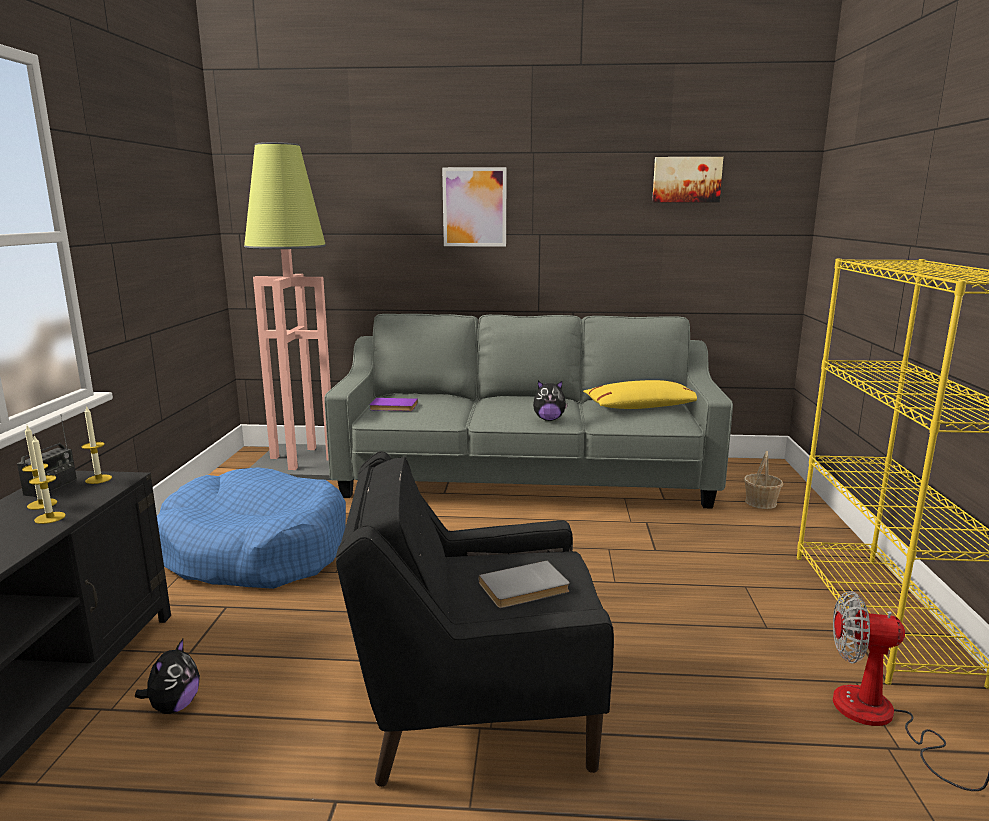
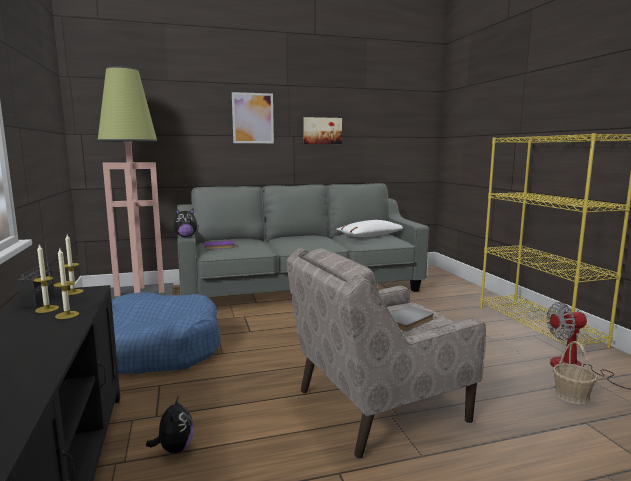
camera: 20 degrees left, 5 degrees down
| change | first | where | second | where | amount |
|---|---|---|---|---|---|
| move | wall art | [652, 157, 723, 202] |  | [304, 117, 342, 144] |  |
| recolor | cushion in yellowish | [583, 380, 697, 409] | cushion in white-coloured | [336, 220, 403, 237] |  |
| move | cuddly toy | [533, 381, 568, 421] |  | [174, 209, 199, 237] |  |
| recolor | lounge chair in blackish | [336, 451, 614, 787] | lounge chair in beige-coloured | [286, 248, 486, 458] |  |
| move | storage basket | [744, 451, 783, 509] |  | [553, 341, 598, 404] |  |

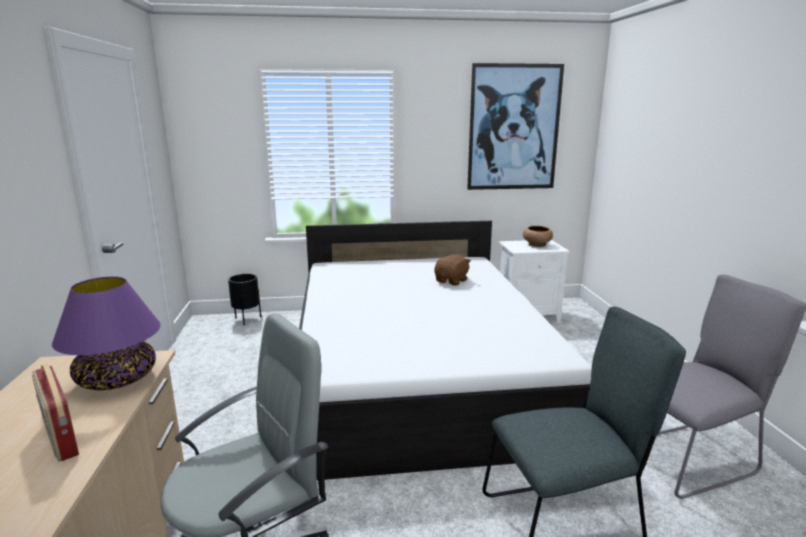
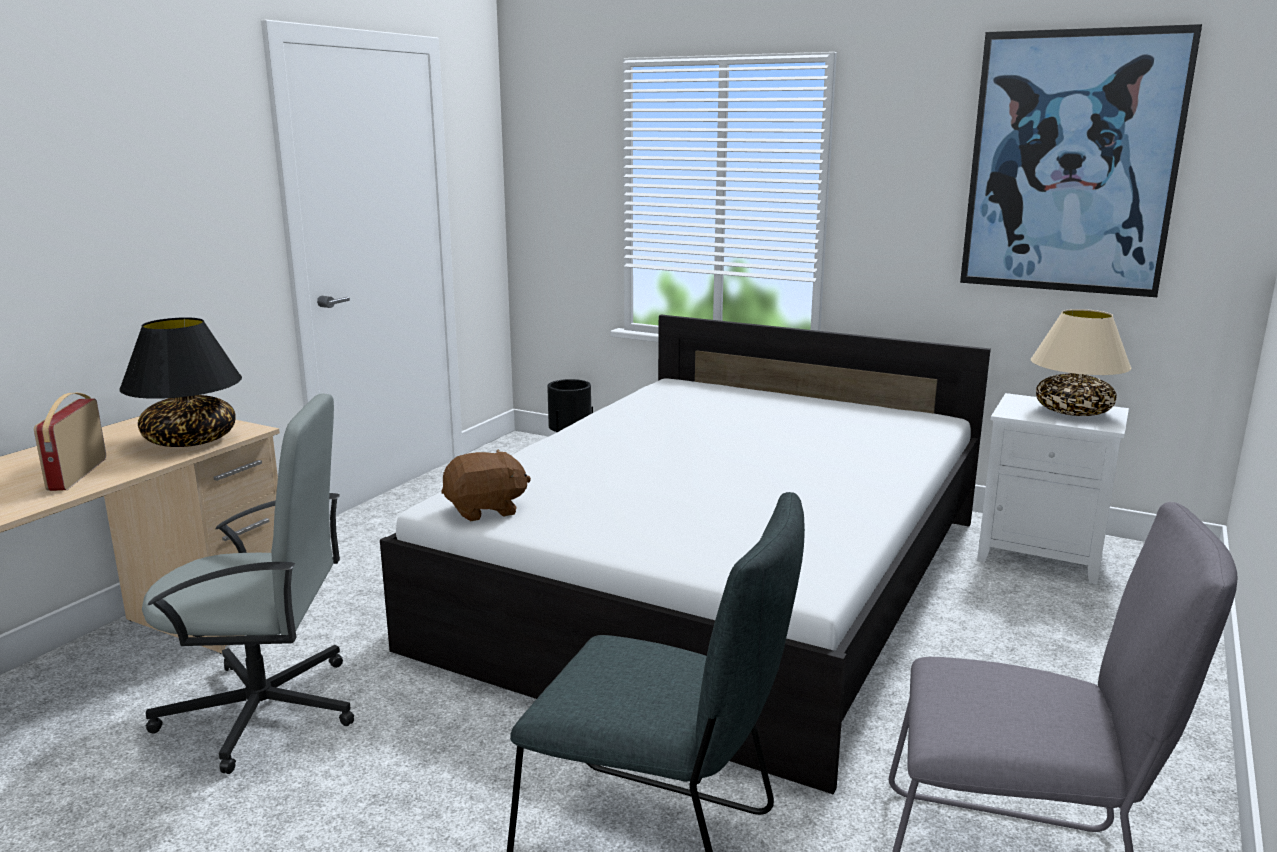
camera: 35 degrees right, 0 degrees up
| change | first | where | second | where | amount |
|---|---|---|---|---|---|
| replace | serving bowl in brown-coloured | [523, 226, 553, 247] | lamp for a table in beige-coloured | [1031, 309, 1132, 416] |  |
| move | cuddly toy in brown-coloured | [435, 254, 471, 286] |  | [441, 449, 531, 521] |  |
| recolor | lamp for a table in purple | [52, 276, 161, 390] | lamp for a table in blackish | [119, 317, 242, 447] |  |

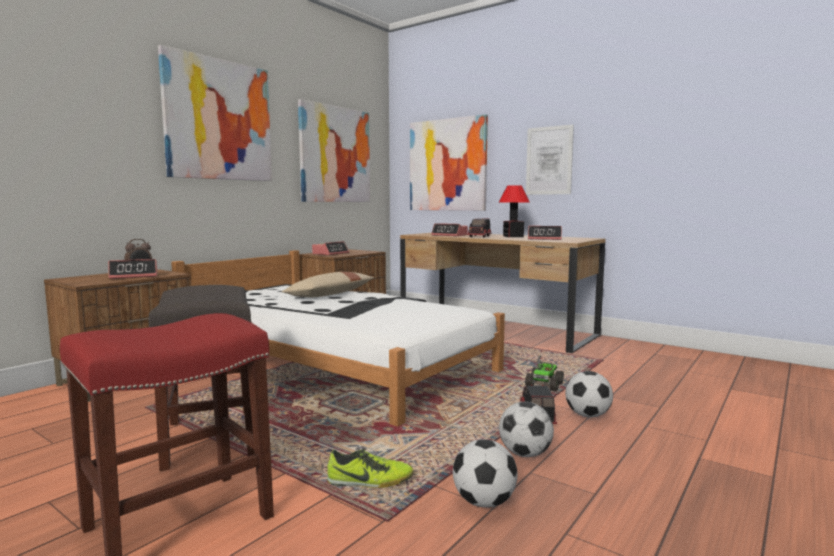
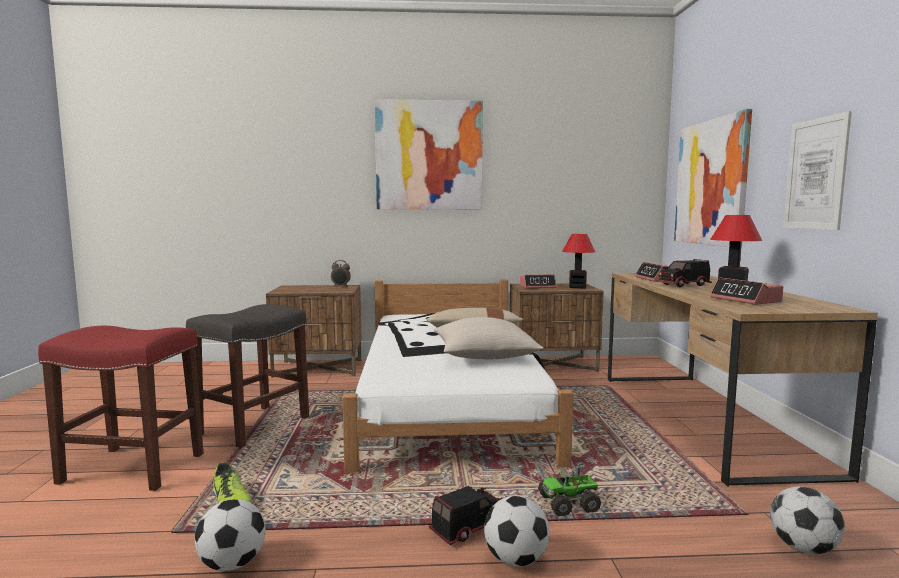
camera: 50 degrees right, 0 degrees up
| change | first | where | second | where | amount |
|---|---|---|---|---|---|
| delete | wall art | [298, 99, 370, 202] |  |  |  |
| delete | table clock | [108, 259, 157, 279] |  |  |  |
| move | football | [499, 402, 554, 457] |  | [770, 486, 845, 554] |  |
| insert |  |  | lamp for a table | [562, 234, 595, 289] |  |
| insert |  |  | cushion in beige-coloured | [434, 317, 544, 359] |  |

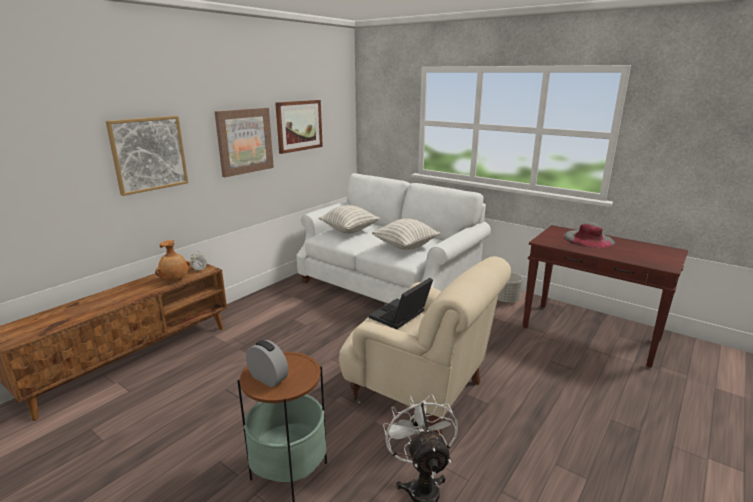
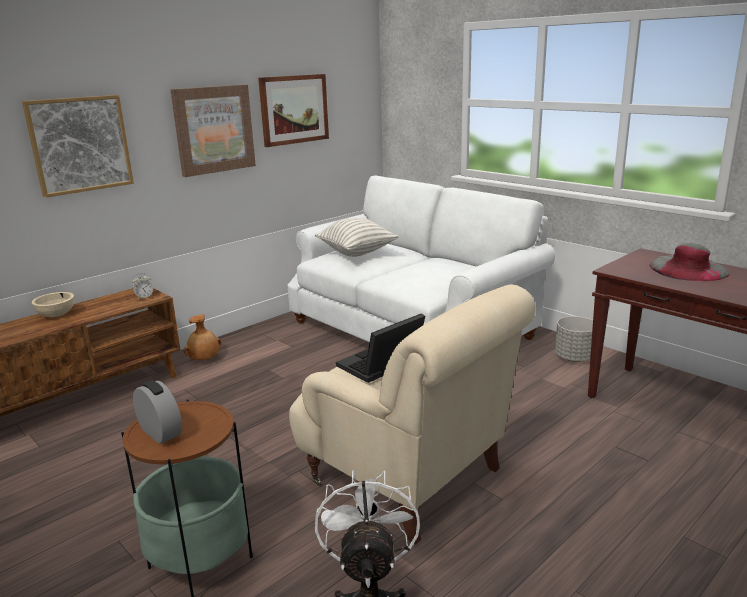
camera: 10 degrees right, 0 degrees up
| change | first | where | second | where | amount |
|---|---|---|---|---|---|
| delete | cushion | [372, 219, 440, 250] |  |  |  |
| move | decorative vase in brown-coloured | [155, 240, 190, 280] |  | [184, 315, 221, 360] |  |
| insert |  |  | serving bowl in beige-coloured | [32, 292, 74, 317] |  |

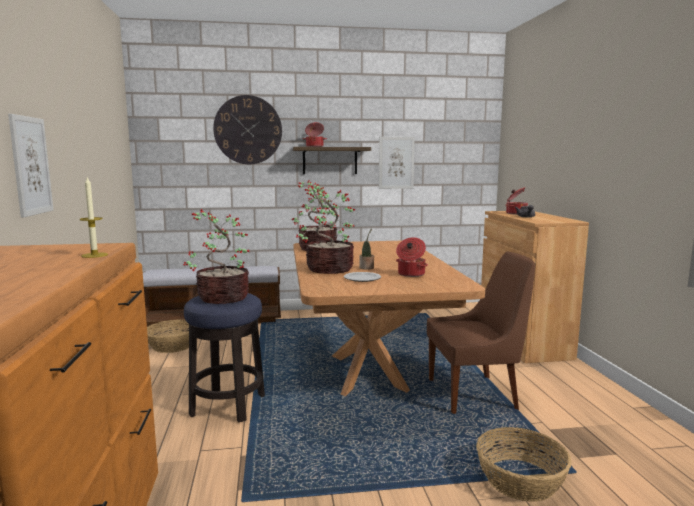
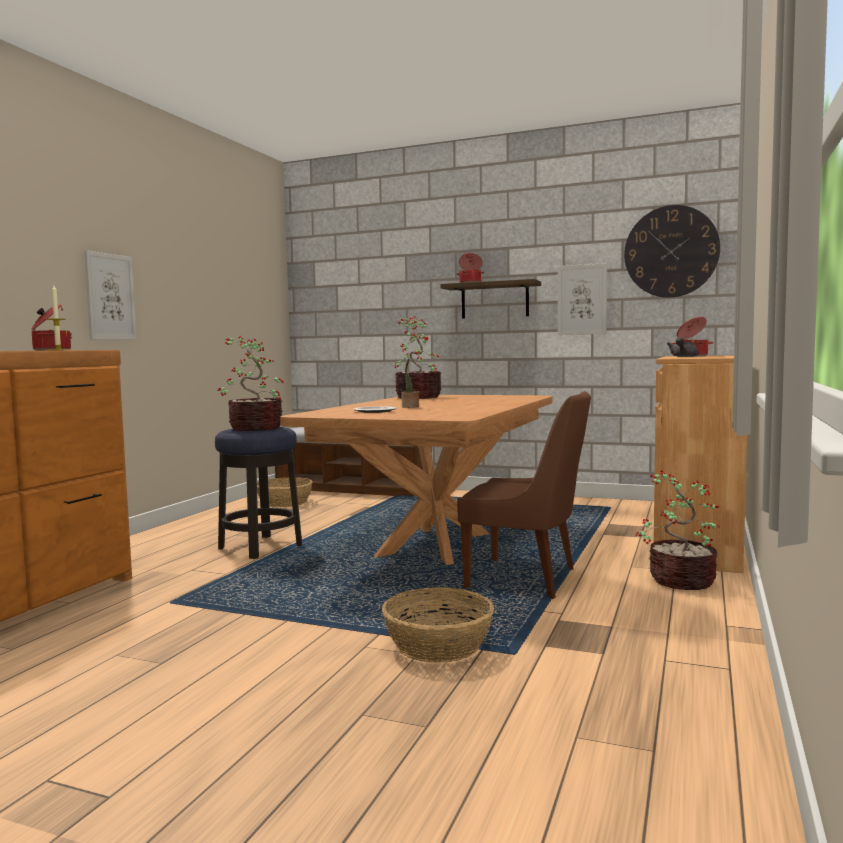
camera: 30 degrees right, 5 degrees down
| change | first | where | second | where | amount |
|---|---|---|---|---|---|
| move | hanging clock | [213, 95, 282, 164] |  | [624, 205, 720, 298] |  |
| move | houseplant | [296, 186, 355, 274] |  | [636, 470, 720, 590] |  |
| move | saucepot | [396, 237, 428, 277] |  | [31, 304, 72, 351] |  |

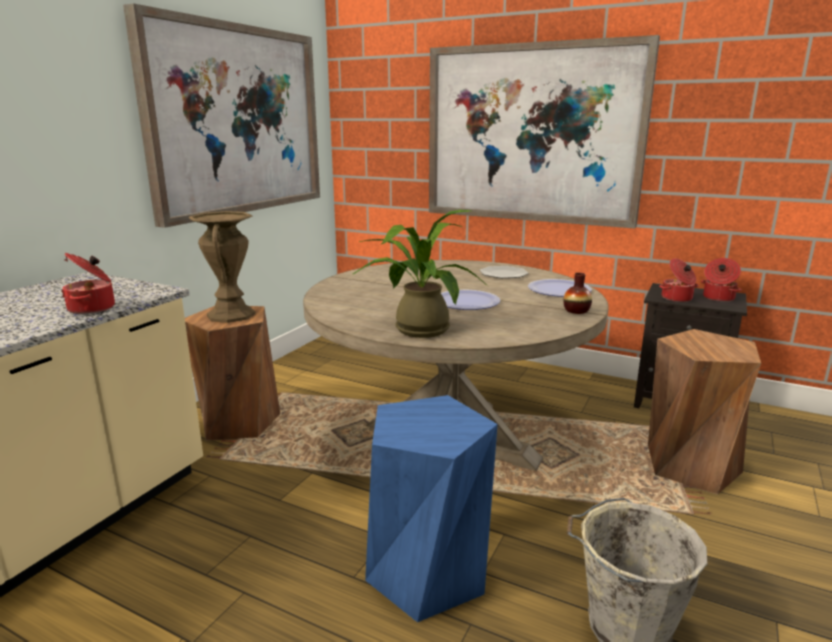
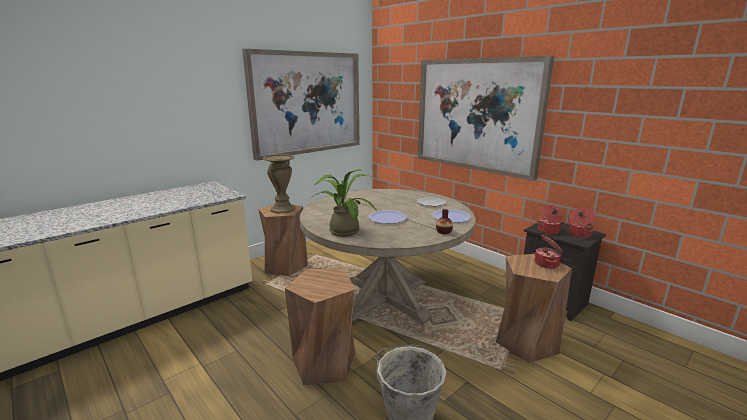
camera: 20 degrees right, 0 degrees up
| change | first | where | second | where | amount |
|---|---|---|---|---|---|
| move | saucepot | [61, 253, 115, 314] |  | [534, 235, 563, 269] |  |
| recolor | stool seat in blue-coloured | [365, 395, 498, 622] | stool seat in brown-coloured | [285, 269, 355, 386] |  |

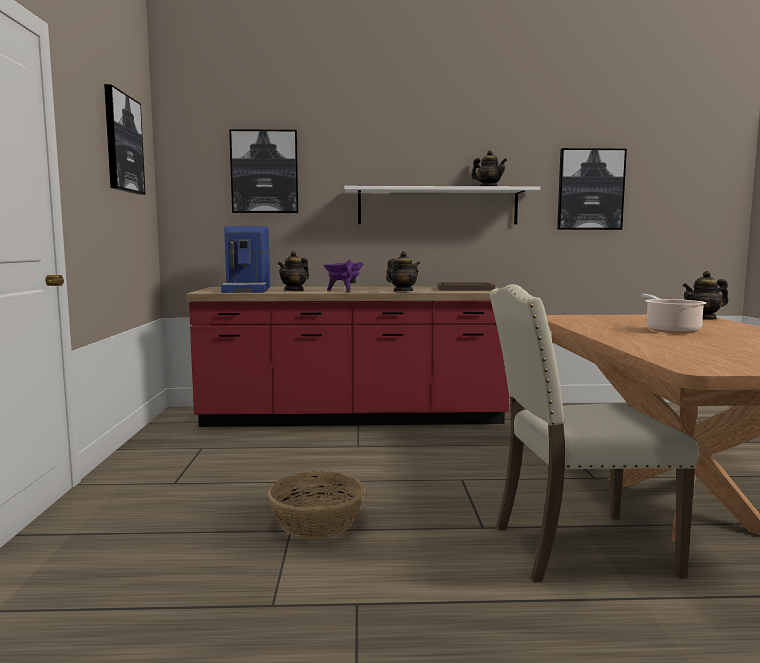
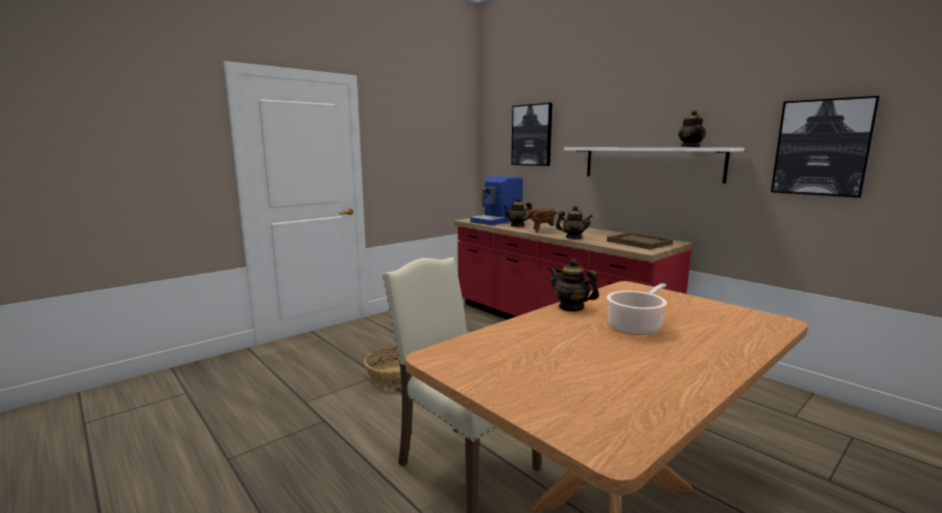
camera: 50 degrees right, 5 degrees up
| change | first | where | second | where | amount |
|---|---|---|---|---|---|
| delete | wall art | [104, 84, 146, 195] |  |  |  |
| recolor | saucepot in purple | [323, 260, 363, 292] | saucepot in brown-coloured | [527, 208, 558, 233] |  |
| move | pot for tea | [683, 271, 728, 320] |  | [549, 258, 599, 312] |  |

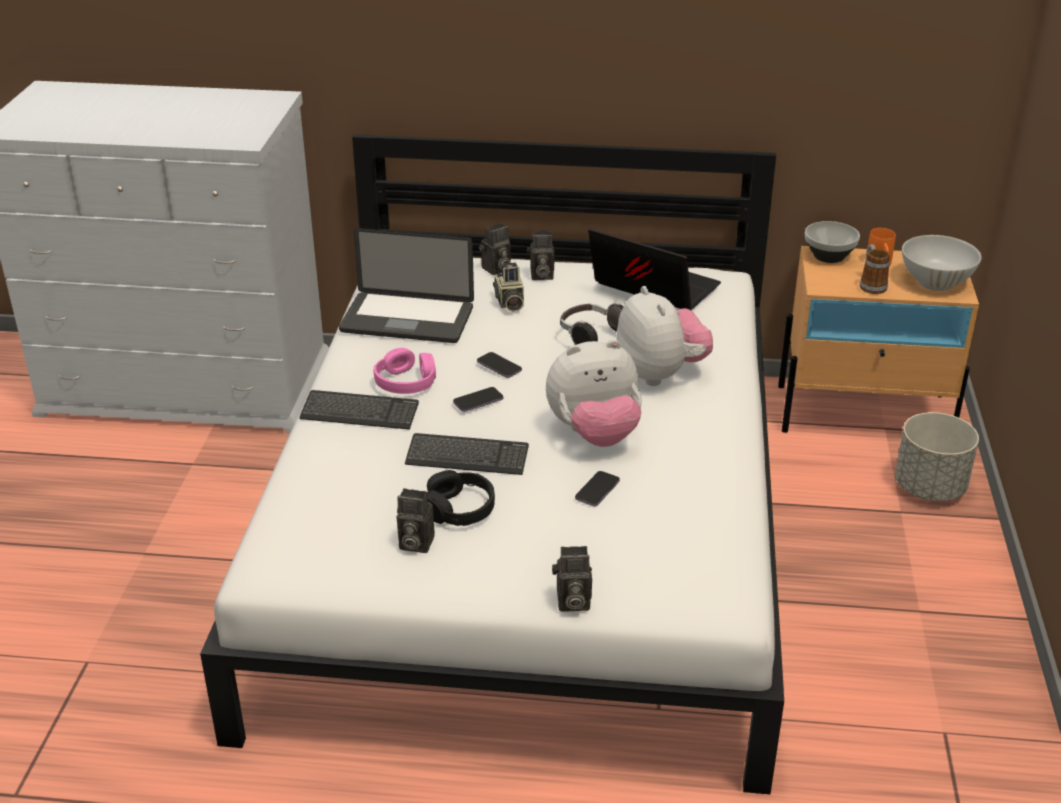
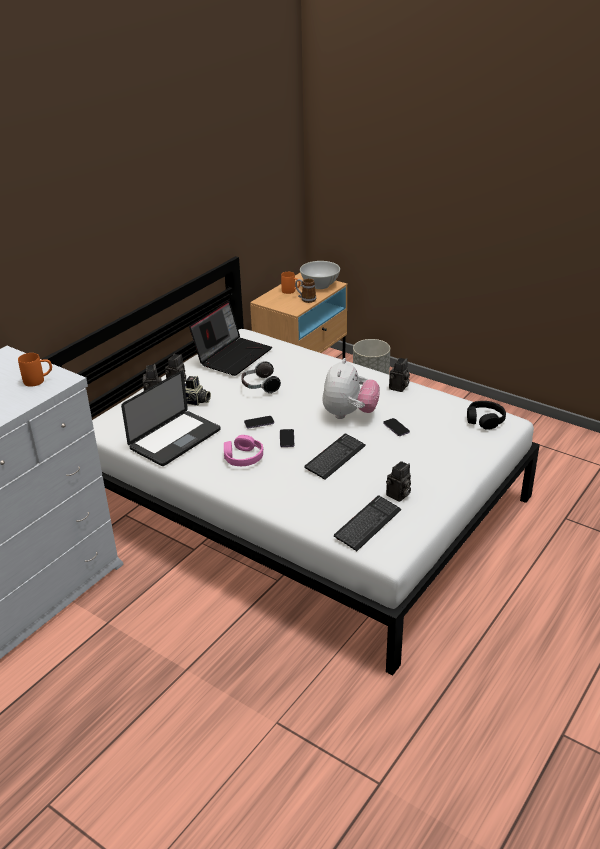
camera: 60 degrees left, 0 degrees up
| change | first | where | second | where | amount |
|---|---|---|---|---|---|
| delete | serving bowl | [805, 221, 860, 263] |  |  |  |
| rotate | notebook computer | [588, 228, 721, 310] |  | [189, 301, 272, 376] | 150 degrees clockwise |
| delete | cuddly toy | [617, 286, 713, 386] |  |  |  |
| move | keyboard | [299, 390, 419, 430] |  | [334, 495, 401, 551] |  |
| move | headset in blackish | [427, 470, 495, 526] |  | [467, 401, 506, 430] |  |
| move | still camera | [552, 546, 592, 612] |  | [389, 358, 410, 392] |  |
| insert |  |  | coffee mug in orange | [18, 353, 52, 387] |  |

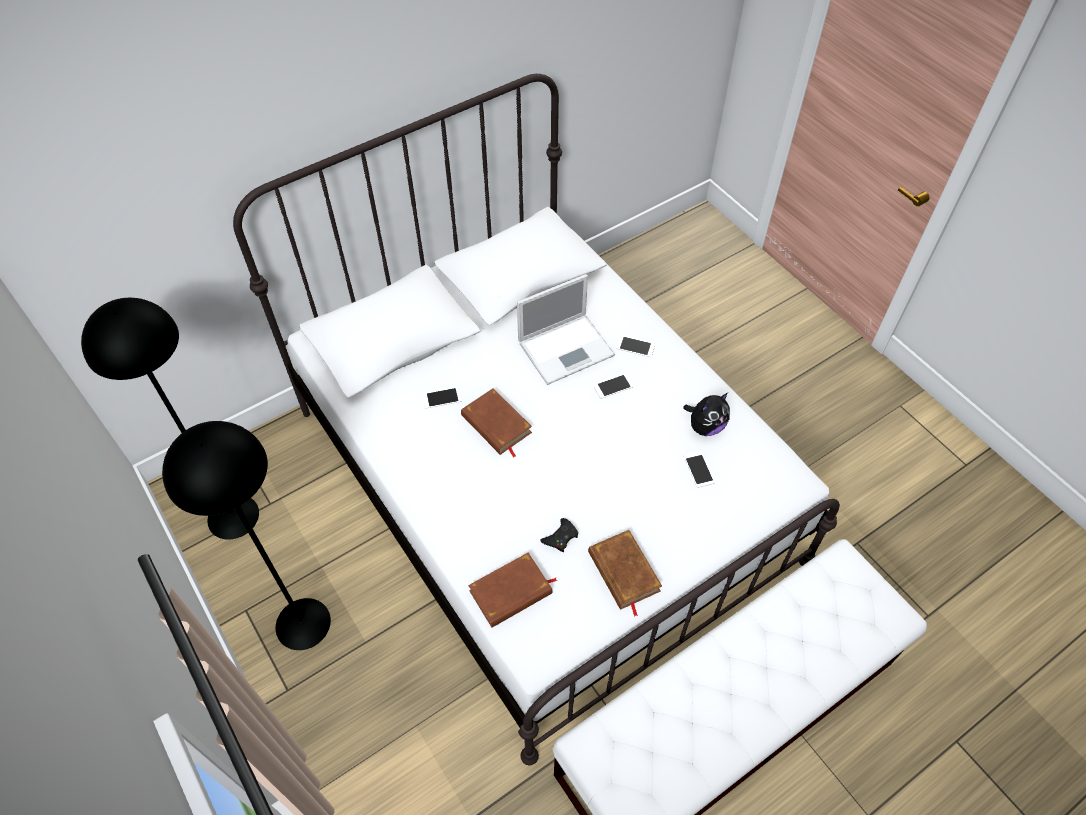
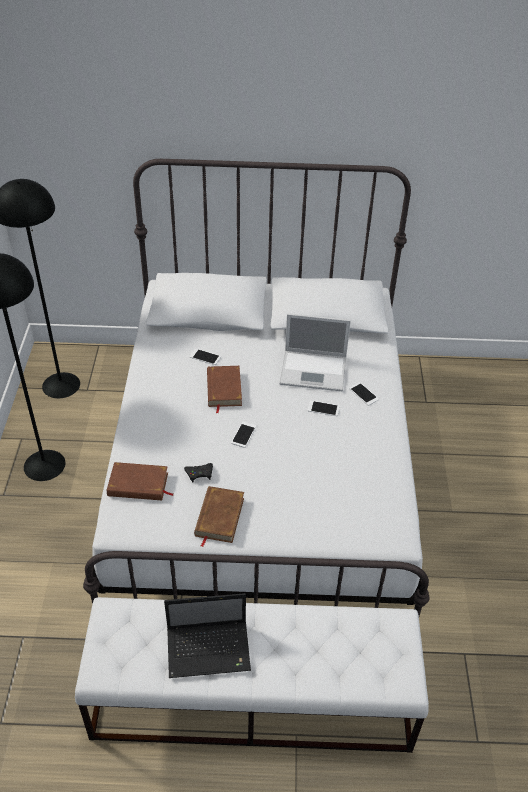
camera: 35 degrees right, 10 degrees down
| change | first | where | second | where | amount |
|---|---|---|---|---|---|
| delete | cuddly toy | [683, 393, 730, 436] |  |  |  |
| move | phone | [684, 451, 715, 488] |  | [231, 422, 257, 448] |  |
| insert |  |  | notebook computer | [164, 593, 251, 678] |  |

